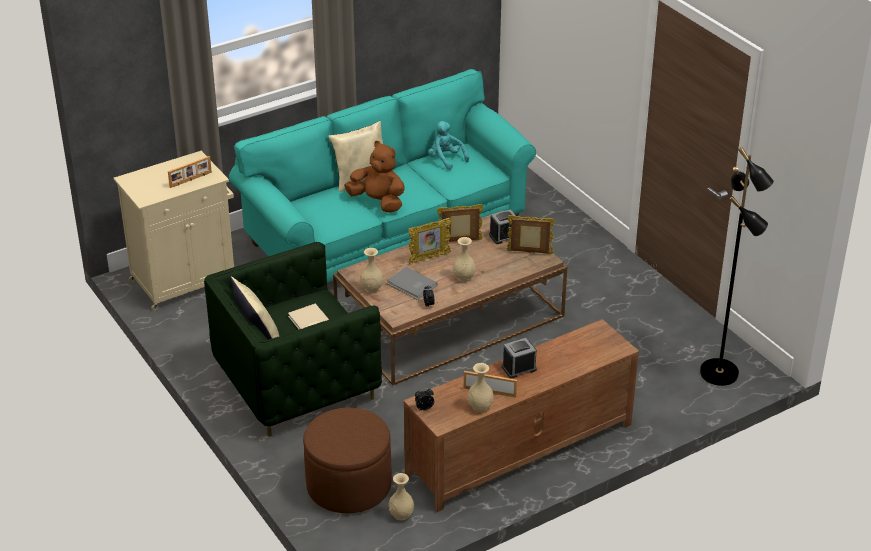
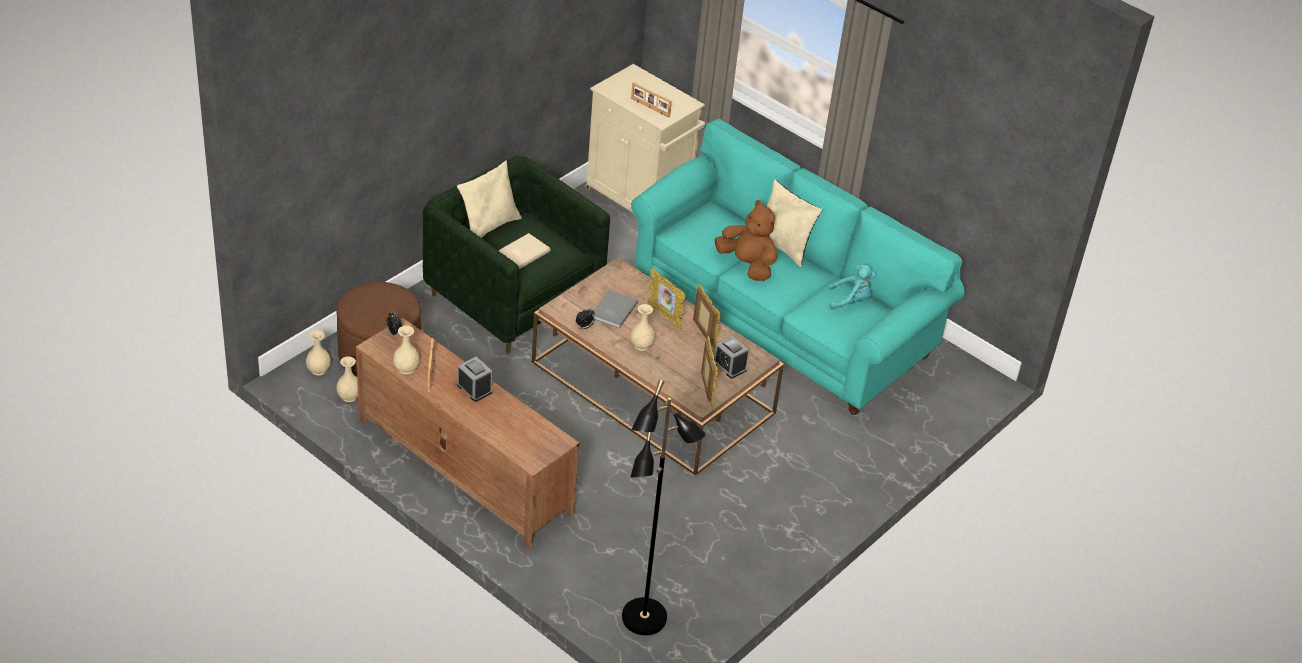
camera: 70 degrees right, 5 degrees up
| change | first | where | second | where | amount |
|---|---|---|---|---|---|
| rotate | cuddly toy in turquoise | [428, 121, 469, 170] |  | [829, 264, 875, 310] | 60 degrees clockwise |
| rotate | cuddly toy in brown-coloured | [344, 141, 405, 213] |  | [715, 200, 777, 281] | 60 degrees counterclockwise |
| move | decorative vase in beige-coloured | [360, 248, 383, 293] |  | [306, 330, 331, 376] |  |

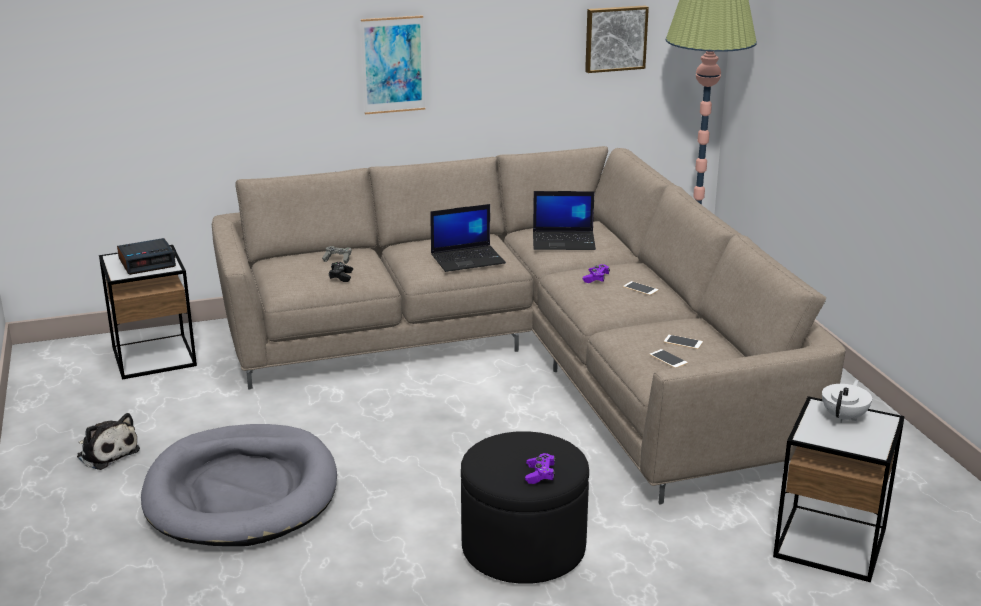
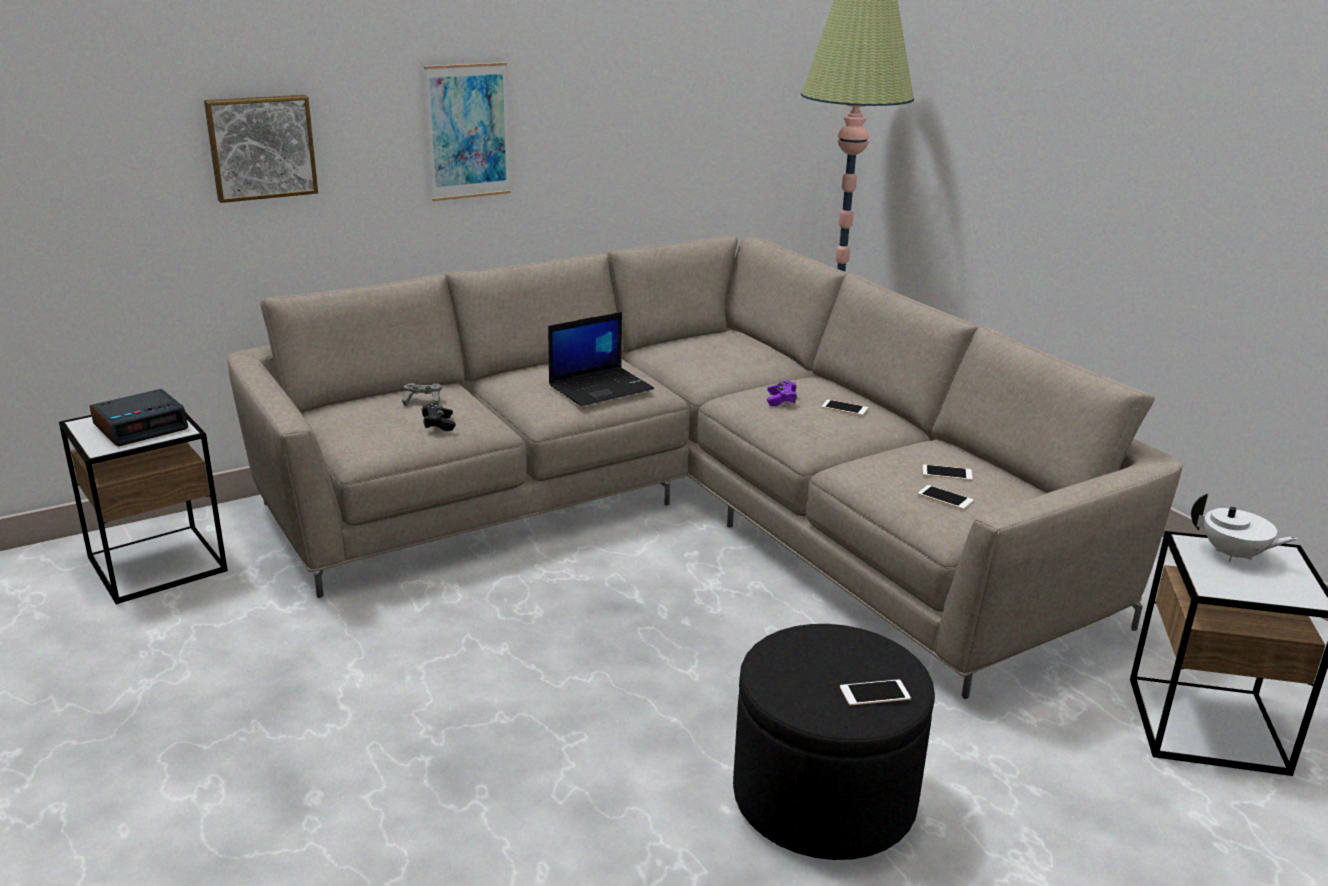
camera: 15 degrees left, 0 degrees up
| change | first | where | second | where | amount |
|---|---|---|---|---|---|
| move | wall art | [585, 5, 649, 73] |  | [204, 95, 318, 203] |  |
| delete | notebook computer | [533, 191, 596, 250] |  |  |  |
| rotate | pot for tea in white-coloured | [822, 380, 872, 422] |  | [1191, 494, 1298, 562] | 105 degrees clockwise |
| delete | cuddly toy | [77, 413, 140, 470] |  |  |  |
| delete | dog bed in grey | [141, 424, 337, 546] |  |  |  |
| replace | joypad in purple | [525, 453, 555, 484] | phone | [840, 679, 911, 706] |  |

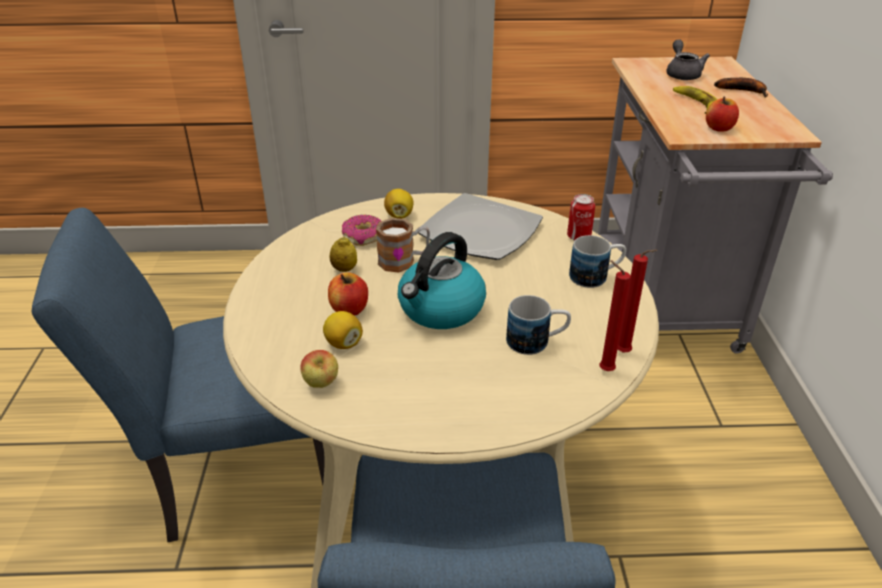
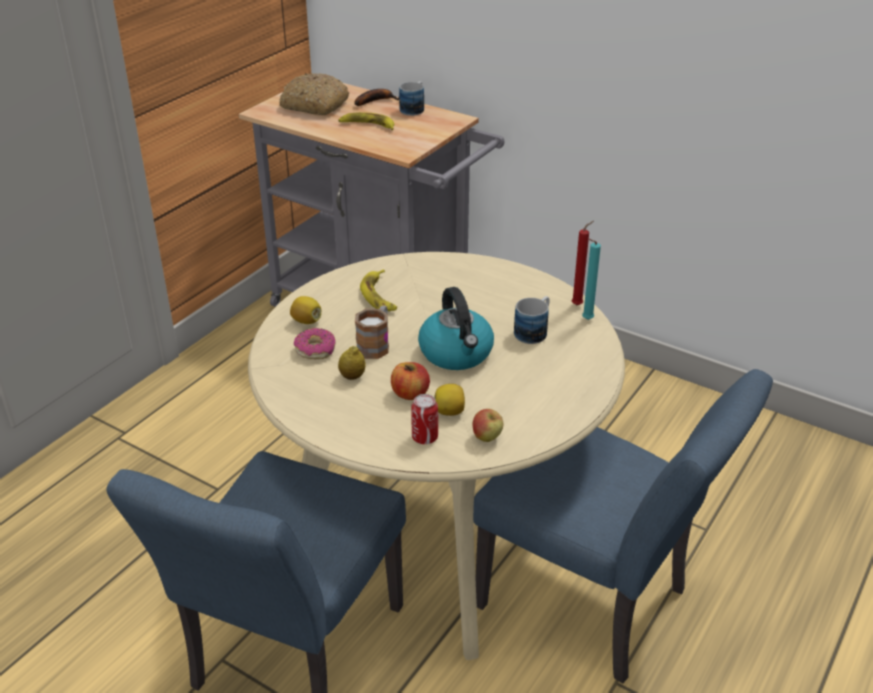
camera: 55 degrees left, 0 degrees up
| change | first | where | second | where | amount |
|---|---|---|---|---|---|
| replace | pot for tea in grey | [667, 39, 710, 80] | bread | [279, 73, 349, 115] |  |
| delete | apple fruit | [706, 96, 739, 132] |  |  |  |
| replace | dinner plate | [418, 193, 543, 260] | whole banana | [360, 269, 397, 311] |  |
| move | can | [567, 194, 595, 241] |  | [411, 394, 438, 444] |  |
| move | coffee mug | [569, 235, 626, 288] |  | [399, 81, 424, 116] |  |
| recolor | wax light in reddish | [600, 260, 631, 371] | wax light in turquoise | [582, 239, 601, 320] |  |

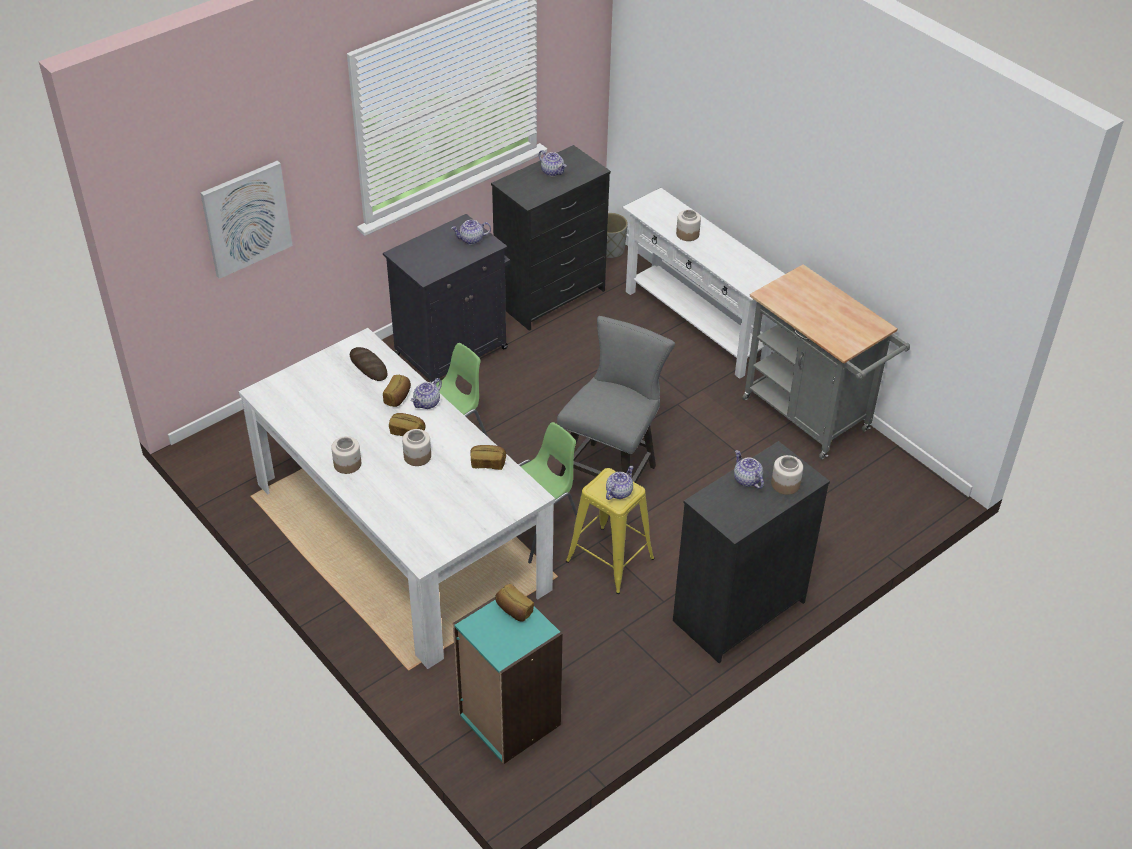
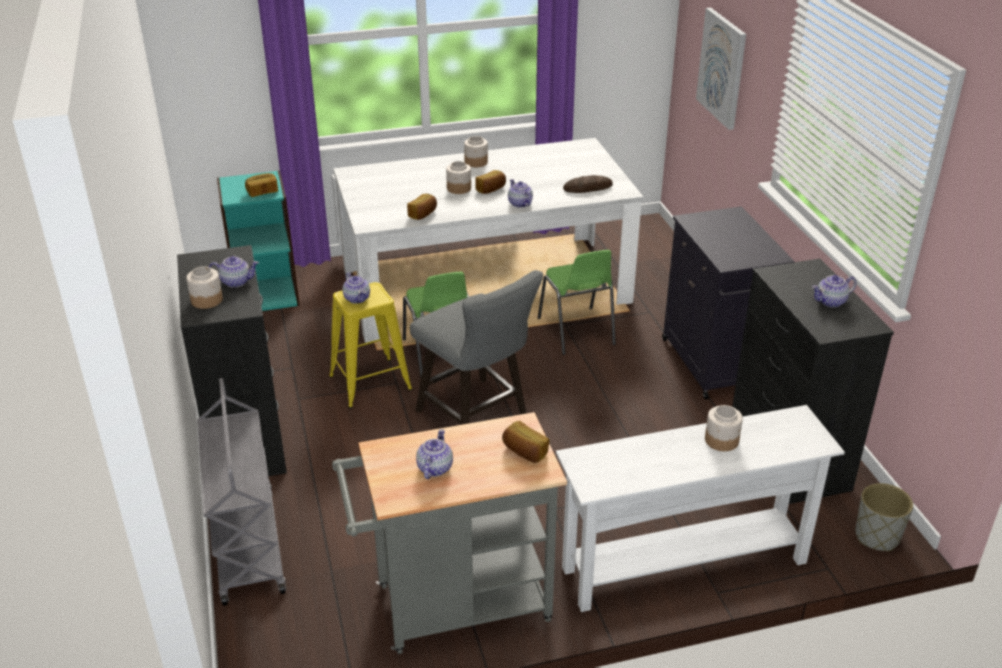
camera: 115 degrees right, 10 degrees down
| change | first | where | second | where | amount |
|---|---|---|---|---|---|
| move | pot for tea | [451, 220, 491, 244] |  | [416, 429, 453, 479] |  |
| move | bread | [383, 375, 411, 407] |  | [502, 421, 549, 463] |  |
| insert |  |  | trolley in grey | [197, 378, 286, 606] |  |

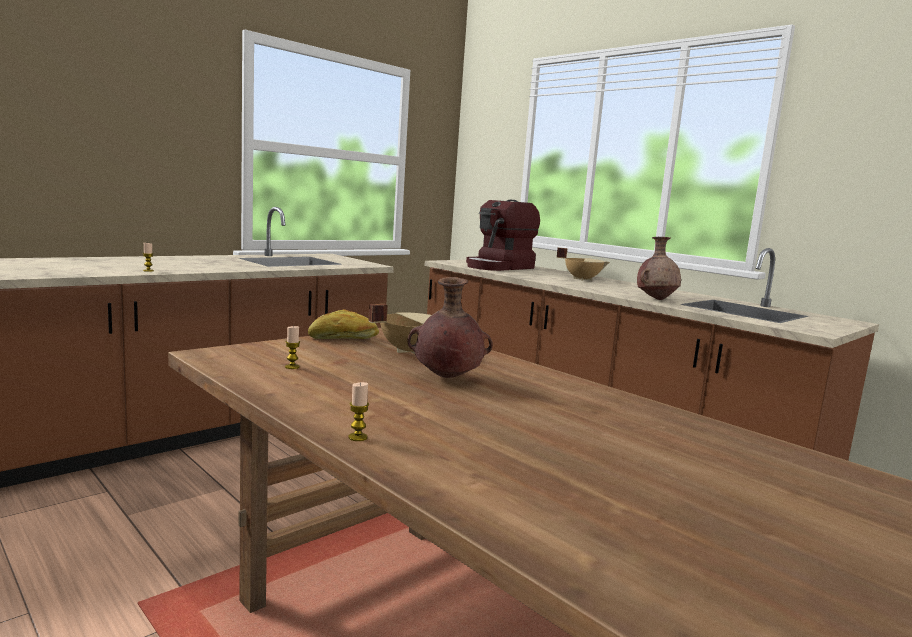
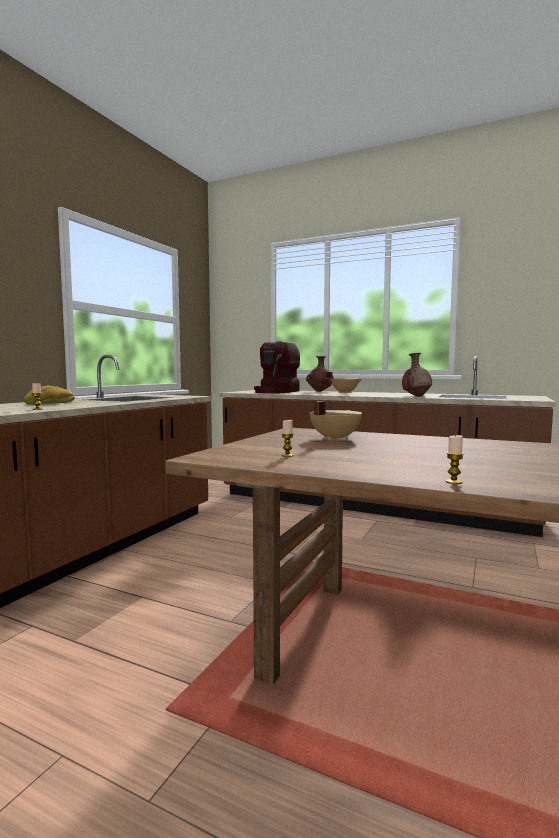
camera: 20 degrees left, 5 degrees down
| change | first | where | second | where | amount |
|---|---|---|---|---|---|
| move | decorative vase in brown-coloured | [407, 277, 493, 378] |  | [306, 356, 334, 392] |  |
| move | bread | [308, 309, 379, 339] |  | [24, 385, 75, 405] |  |

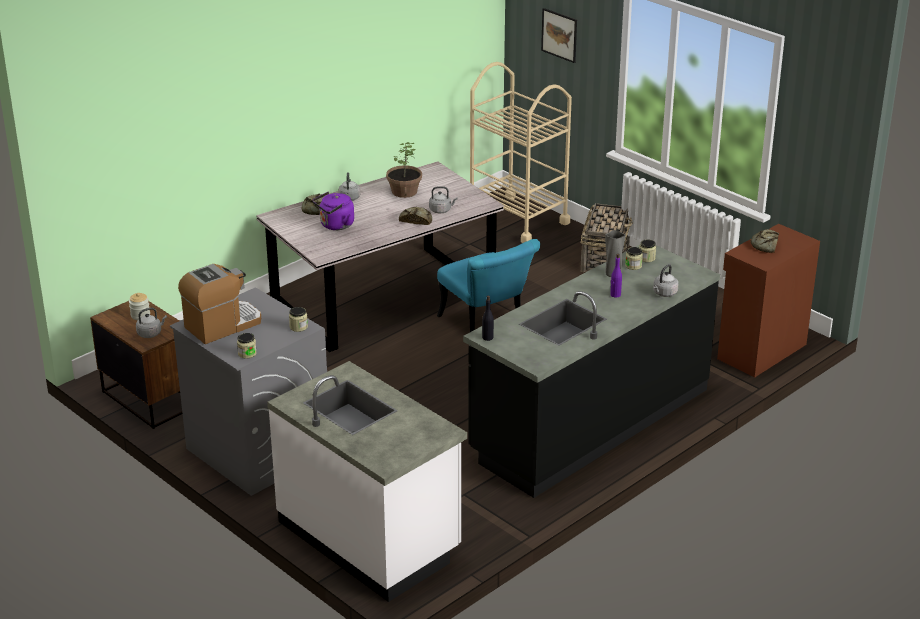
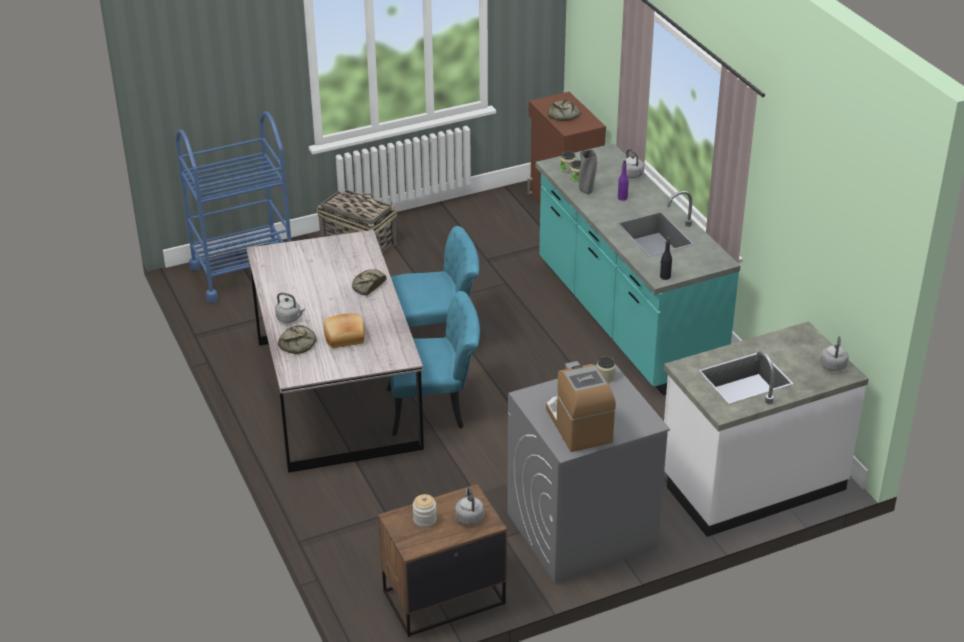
camera: 70 degrees left, 5 degrees up
| change | first | where | second | where | amount |
|---|---|---|---|---|---|
| delete | wall art | [541, 8, 577, 63] |  |  |  |
| recolor | trolley in beige-coloured | [470, 62, 572, 243] | trolley in blue-coloured | [175, 112, 291, 303] |  |
| delete | houseplant | [386, 142, 422, 198] |  |  |  |
| move | tea kettle in grey | [429, 186, 458, 213] |  | [820, 336, 849, 371] |  |
| replace | tea kettle in purple | [313, 191, 354, 230] | bread | [324, 314, 365, 348] |  |
| recolor | counter in blackish | [463, 244, 720, 498] | counter in turquoise | [536, 143, 741, 395] |  |
| delete | preserve jar | [237, 333, 257, 359] |  |  |  |
| insert |  |  | chair in turquoise | [387, 291, 480, 436] |  |

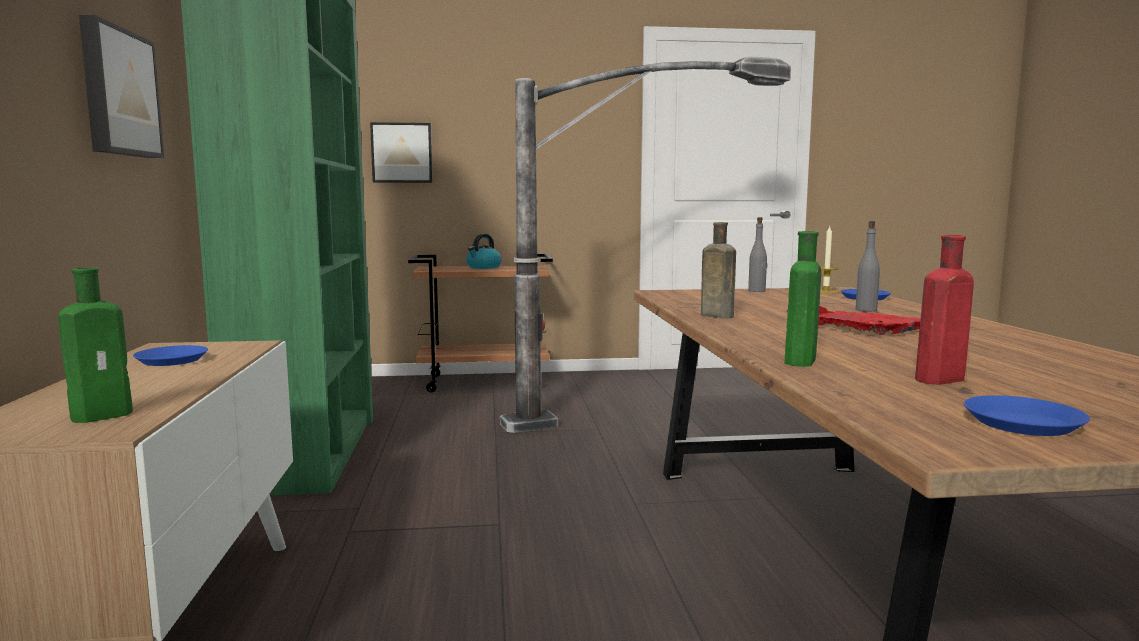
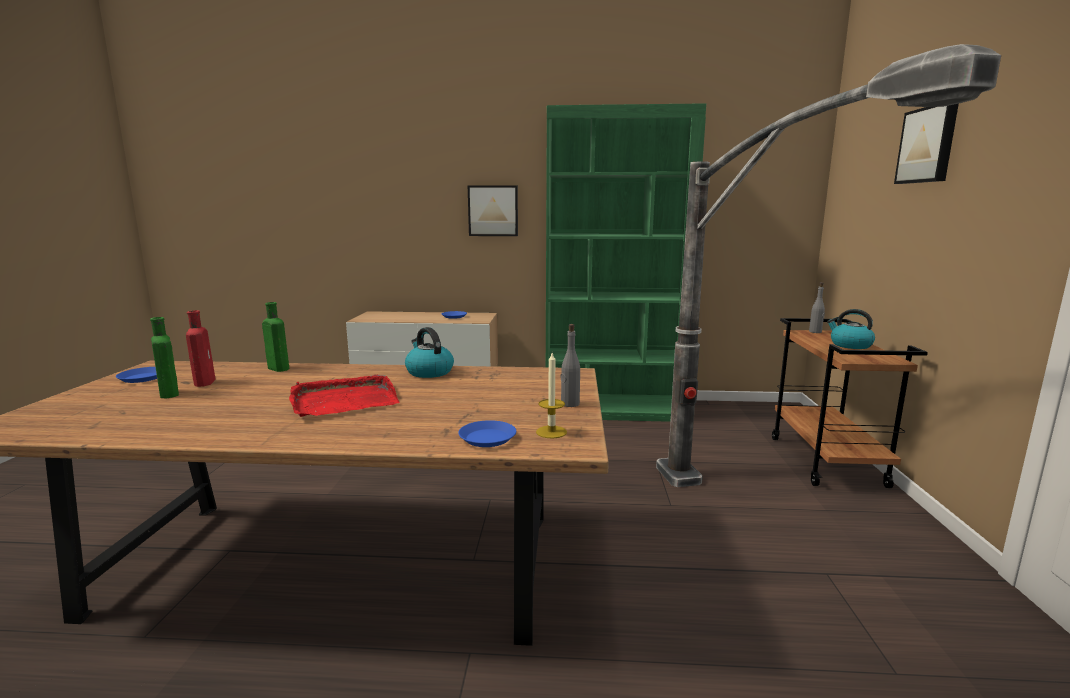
camera: 100 degrees right, 5 degrees up
| change | first | where | second | where | amount |
|---|---|---|---|---|---|
| move | wall art | [370, 122, 433, 183] |  | [894, 104, 959, 184] |  |
| move | bottle in grey | [856, 221, 880, 312] |  | [809, 282, 825, 333] |  |
| replace | bottle in brown-coloured | [701, 222, 736, 318] | tea kettle | [405, 327, 454, 378] |  |
| move | bottle in greenish | [58, 268, 133, 423] |  | [150, 317, 179, 398] |  |

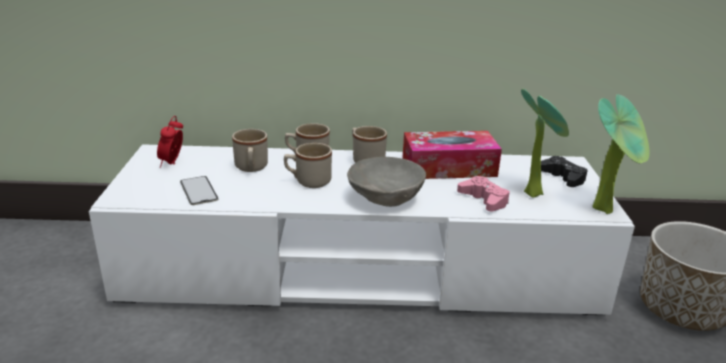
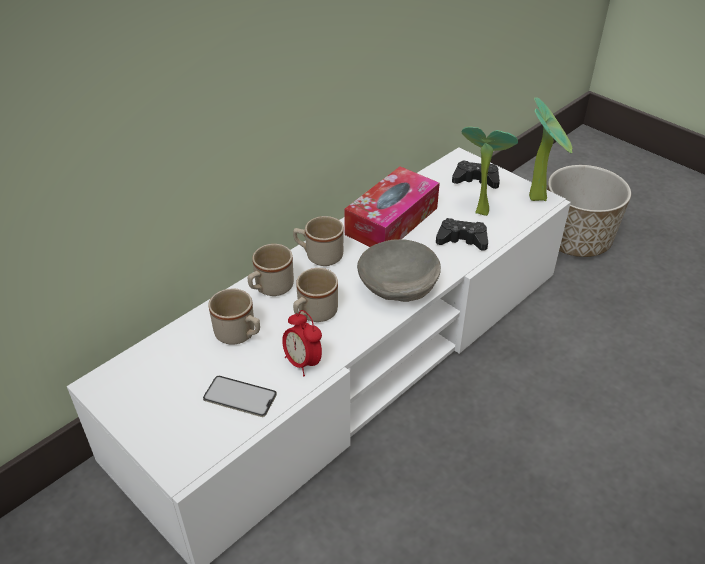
camera: 45 degrees left, 15 degrees up
| change | first | where | second | where | amount |
|---|---|---|---|---|---|
| move | table clock | [157, 116, 183, 168] |  | [282, 310, 322, 376] |  |
| recolor | joypad in pink-coloured | [457, 176, 510, 211] | joypad in blackish | [436, 218, 488, 251] |  |

